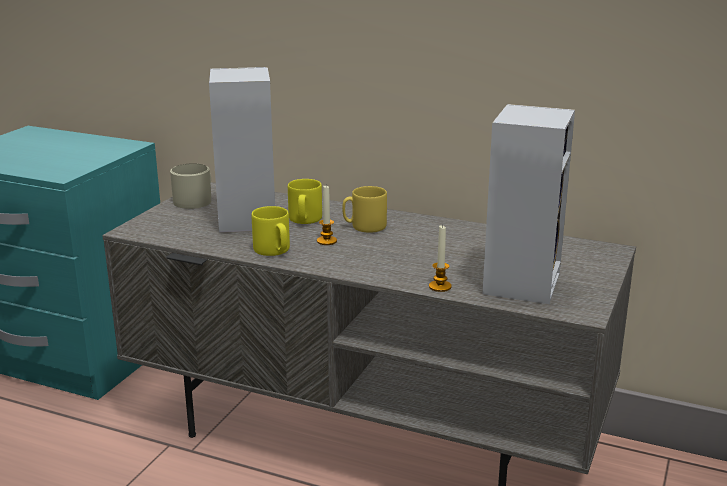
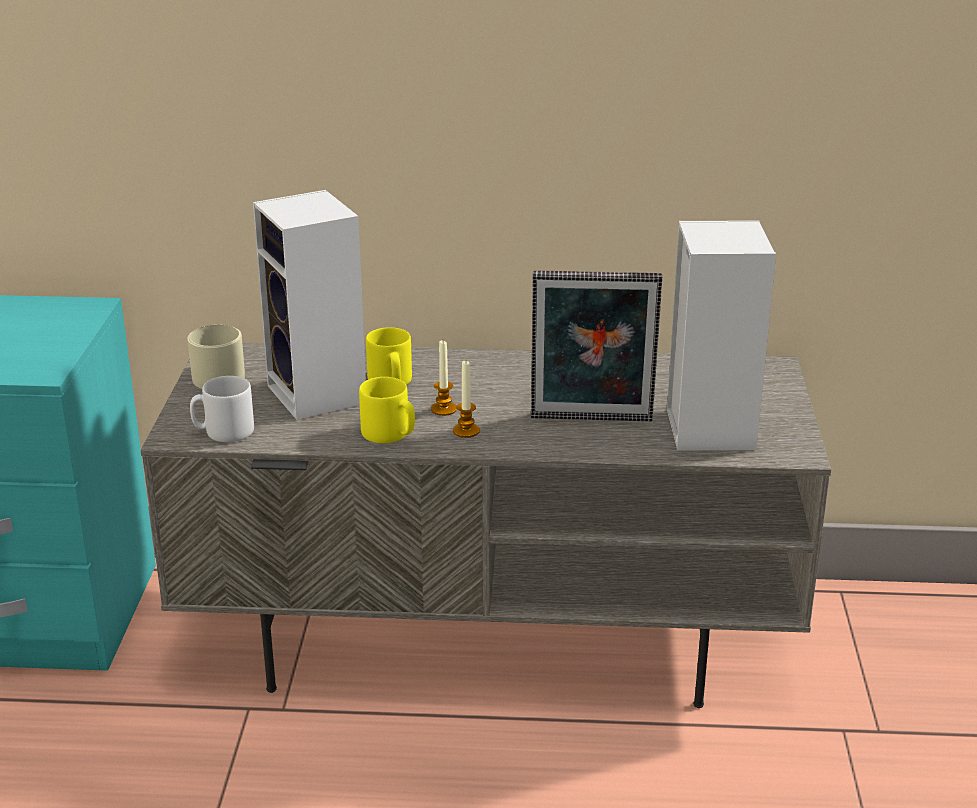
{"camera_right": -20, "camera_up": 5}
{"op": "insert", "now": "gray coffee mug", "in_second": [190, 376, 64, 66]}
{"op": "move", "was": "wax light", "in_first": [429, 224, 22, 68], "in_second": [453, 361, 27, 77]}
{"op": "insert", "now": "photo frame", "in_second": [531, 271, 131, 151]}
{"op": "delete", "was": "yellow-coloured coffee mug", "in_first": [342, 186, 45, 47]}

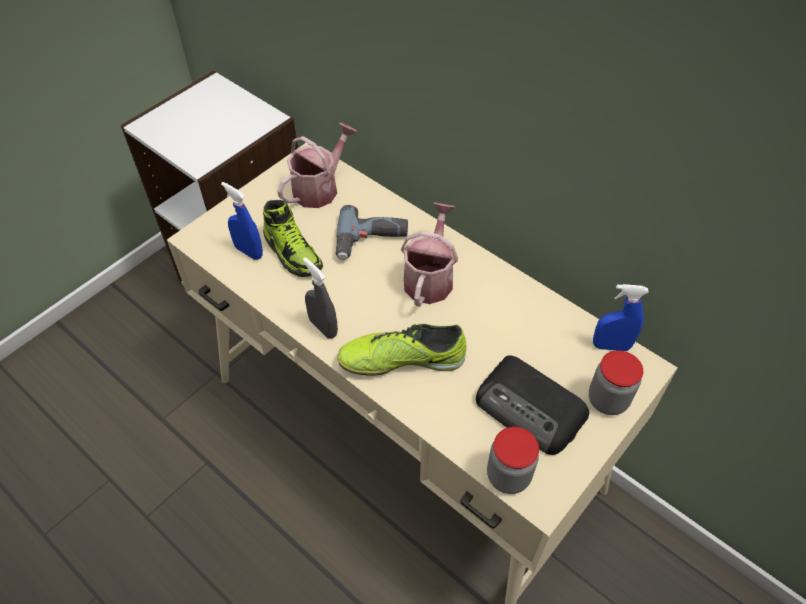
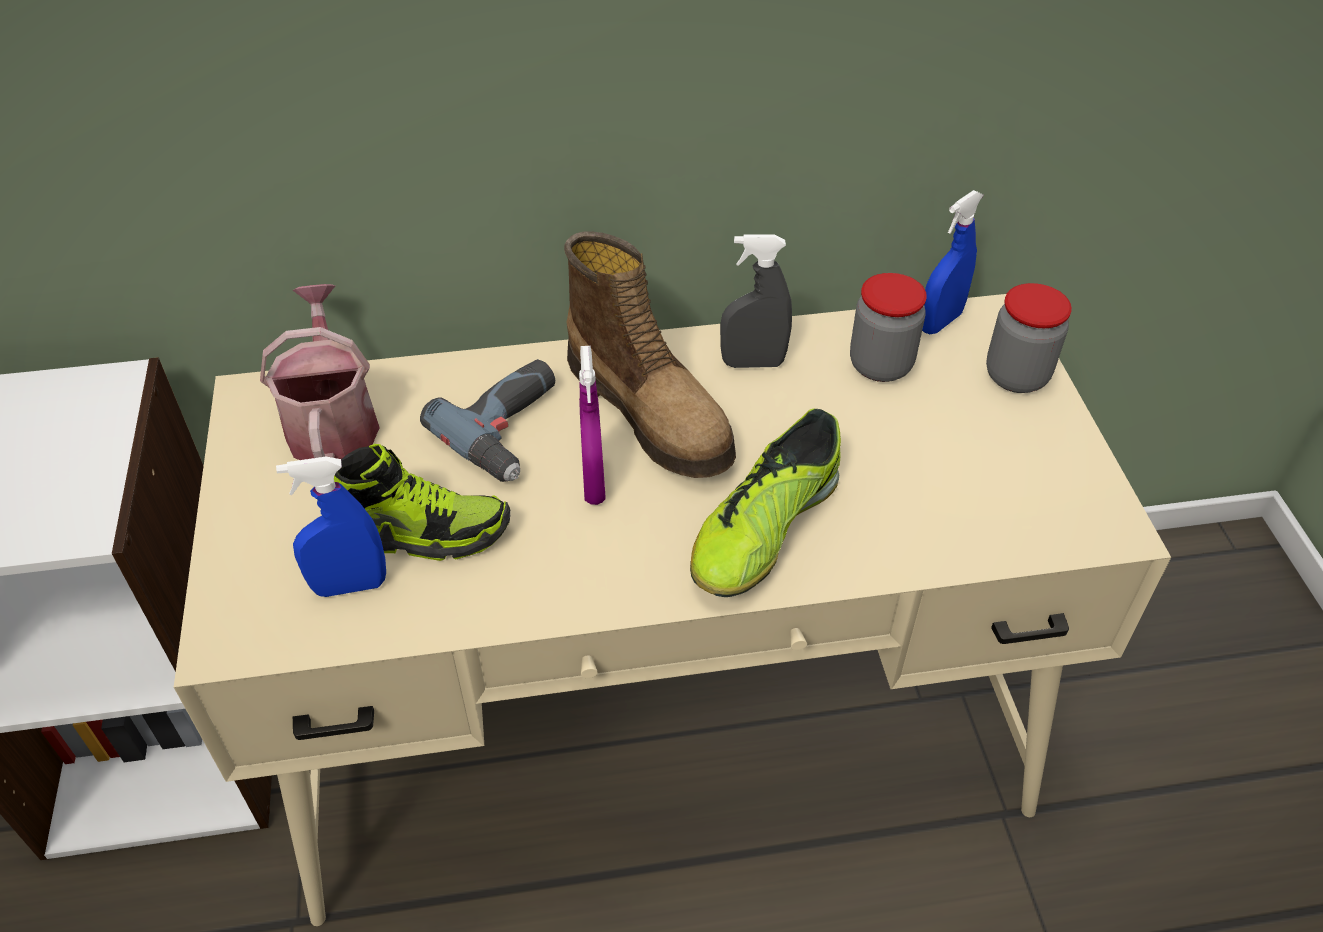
{"camera_right": -50, "camera_up": -5}
{"op": "replace", "was": "watering can", "now": "tall boot", "in_first": [401, 202, 57, 105], "in_second": [564, 232, 172, 246]}
{"op": "insert", "now": "purplish hand sprayer", "in_second": [579, 346, 27, 159]}
{"op": "move", "was": "gray hand sprayer", "in_first": [303, 257, 35, 82], "in_second": [720, 235, 72, 133]}
{"op": "move", "was": "jar", "in_first": [487, 427, 52, 67], "in_second": [850, 273, 77, 109]}
{"op": "delete", "was": "radio", "in_first": [476, 355, 113, 100]}

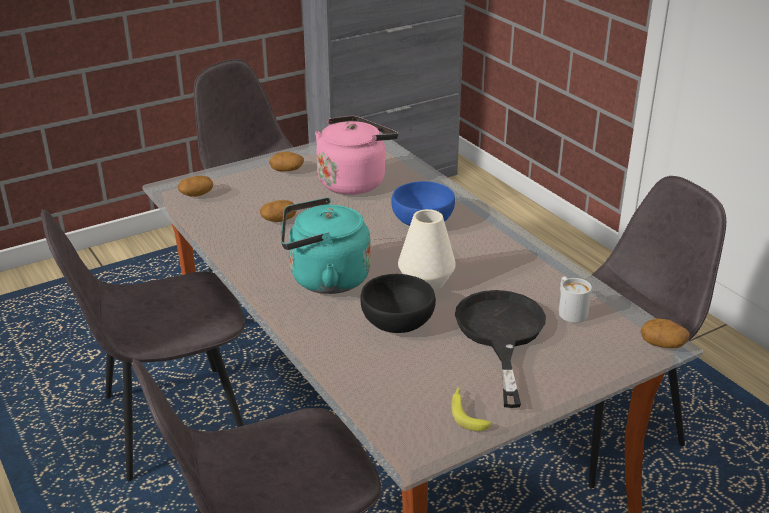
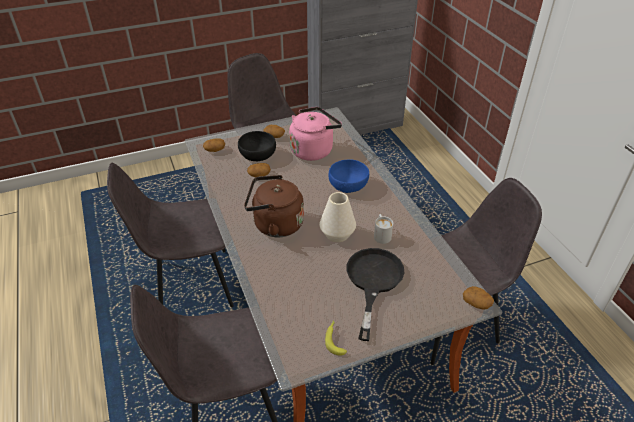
{"camera_right": 10, "camera_up": 10}
{"op": "move", "was": "black deep dish", "in_first": [360, 274, 76, 59], "in_second": [238, 131, 38, 30]}
{"op": "recolor", "was": "blue-green water kettle", "now": "brownish water kettle", "in_first": [281, 197, 90, 97], "in_second": [244, 175, 60, 62]}
{"op": "move", "was": "whitish coffee mug", "in_first": [559, 276, 33, 47], "in_second": [374, 214, 19, 30]}

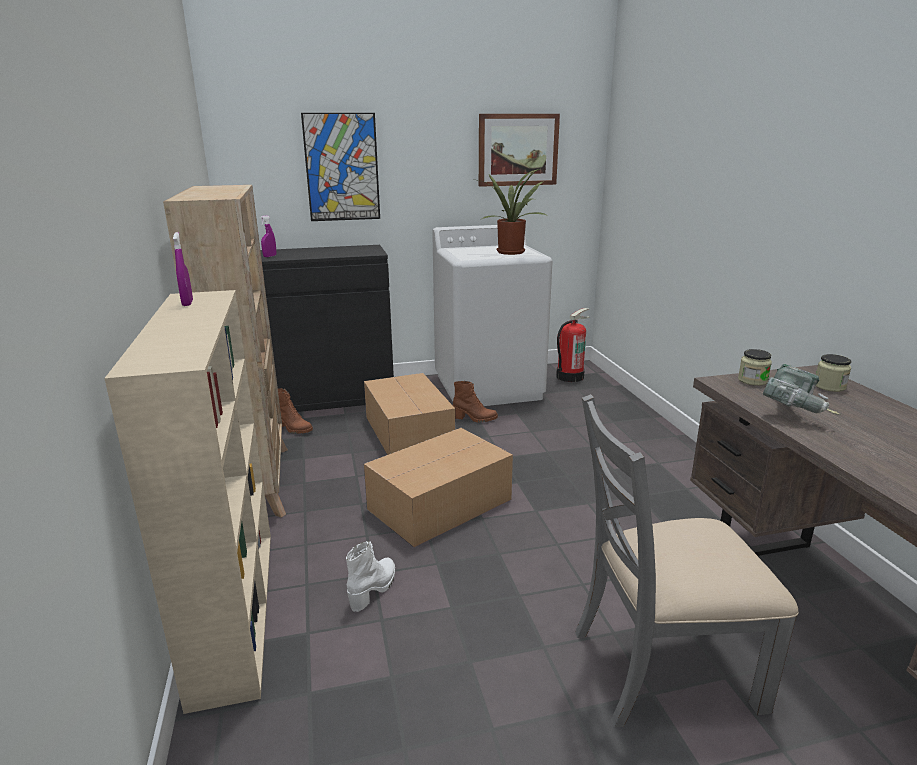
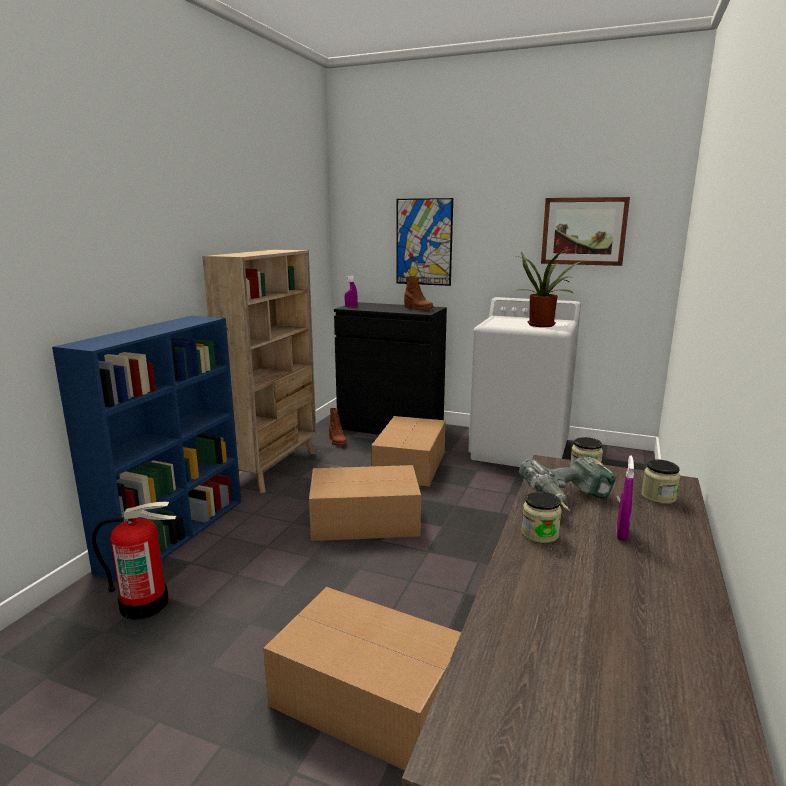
{"camera_right": 35, "camera_up": -5}
{"op": "recolor", "was": "beige-coloured bookcase", "now": "bluish bookcase", "in_first": [104, 290, 167, 424], "in_second": [52, 316, 189, 265]}
{"op": "move", "was": "fire extinguisher", "in_first": [556, 308, 34, 74], "in_second": [92, 502, 84, 118]}
{"op": "replace", "was": "gray chair", "now": "packing box", "in_first": [575, 394, 224, 334], "in_second": [264, 587, 197, 184]}
{"op": "move", "was": "brownish tall boot", "in_first": [453, 381, 45, 42], "in_second": [404, 276, 30, 34]}
{"op": "insert", "now": "jar", "in_second": [521, 492, 41, 51]}
{"op": "move", "was": "purplish hand sprayer", "in_first": [173, 232, 20, 74], "in_second": [617, 455, 17, 86]}
{"op": "delete", "was": "whitish tall boot", "in_first": [346, 541, 49, 71]}

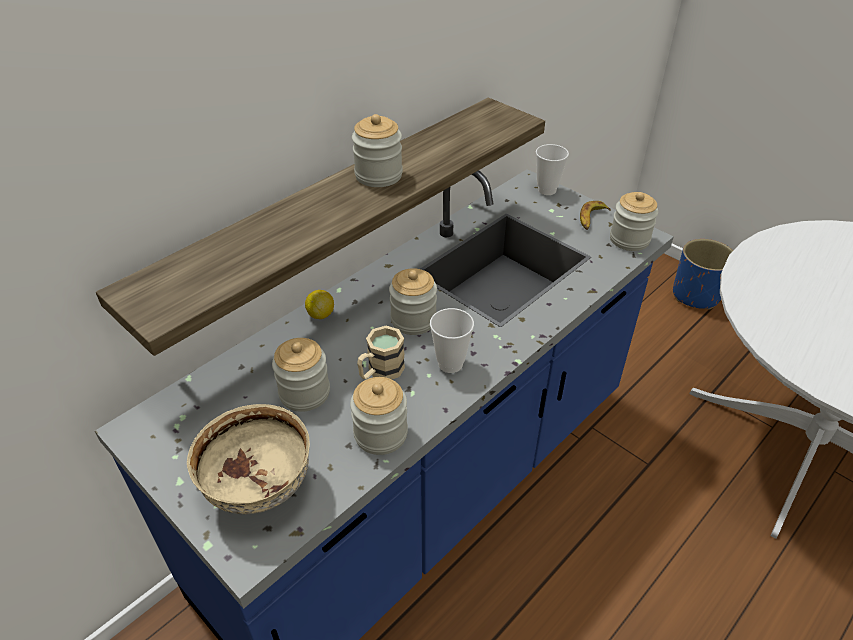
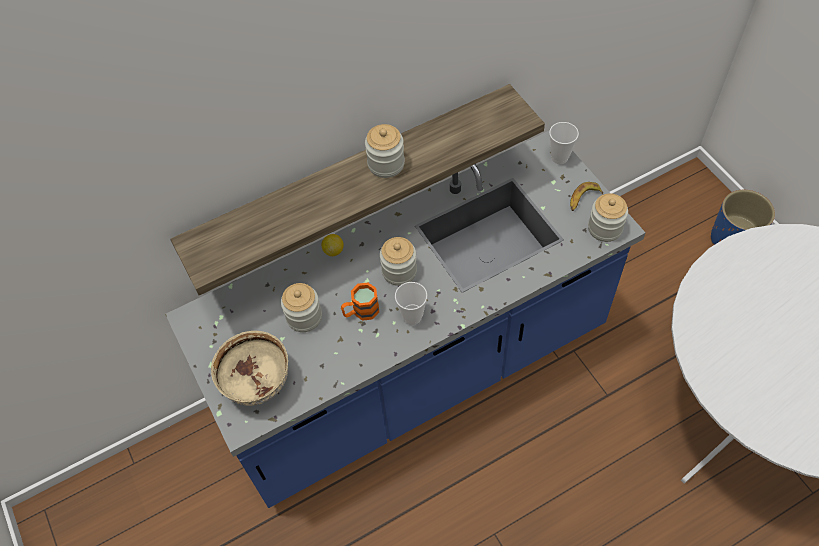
{"camera_right": 20, "camera_up": 15}
{"op": "recolor", "was": "beige-coloured coffee mug", "now": "orange coffee mug", "in_first": [357, 326, 48, 53], "in_second": [341, 283, 38, 38]}
{"op": "delete", "was": "jar", "in_first": [350, 377, 58, 78]}

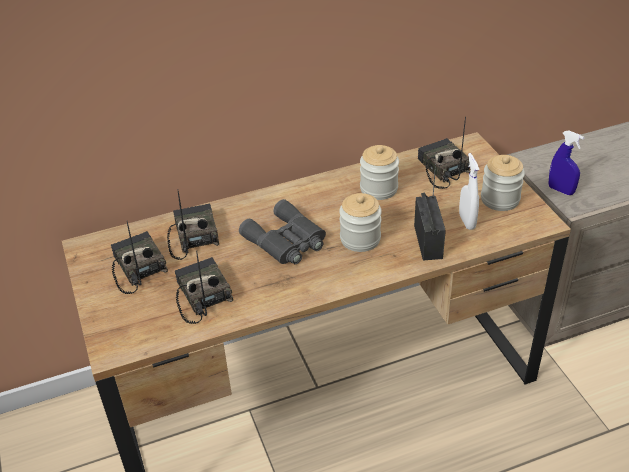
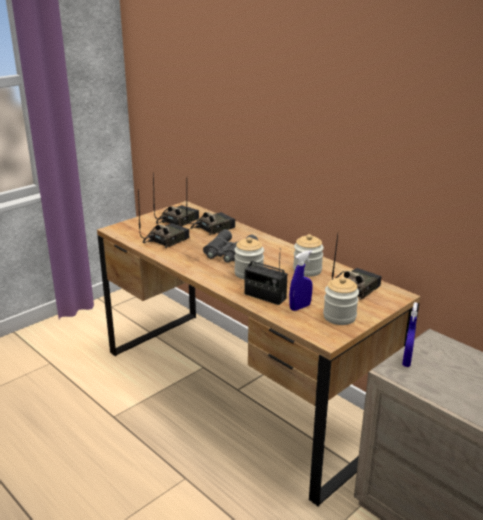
{"camera_right": 65, "camera_up": -15}
{"op": "rotate", "was": "radio", "in_first": [414, 163, 32, 97], "in_second": [244, 257, 43, 48], "clockwise": 60}
{"op": "recolor", "was": "whitish hand sprayer", "now": "bluish hand sprayer", "in_first": [459, 153, 21, 77], "in_second": [289, 250, 24, 61]}

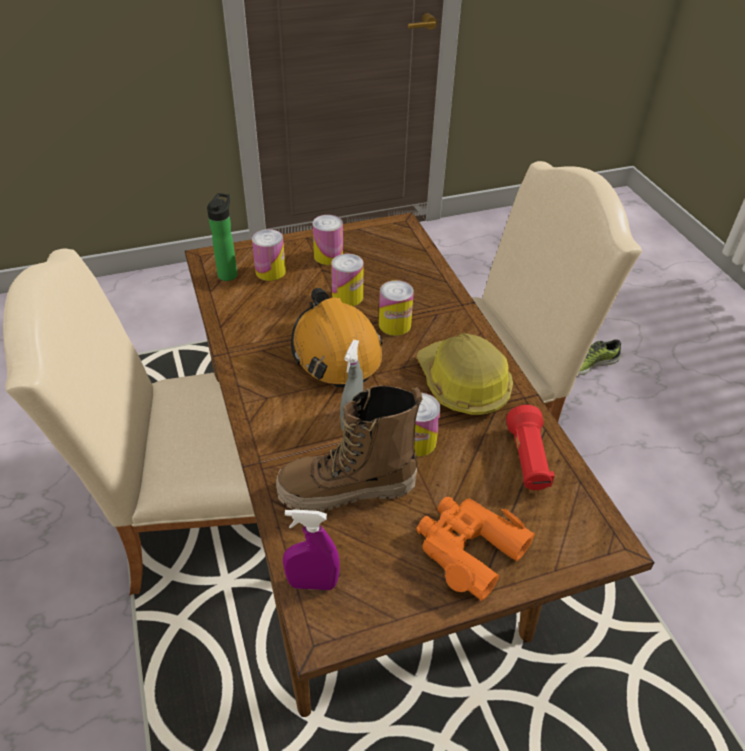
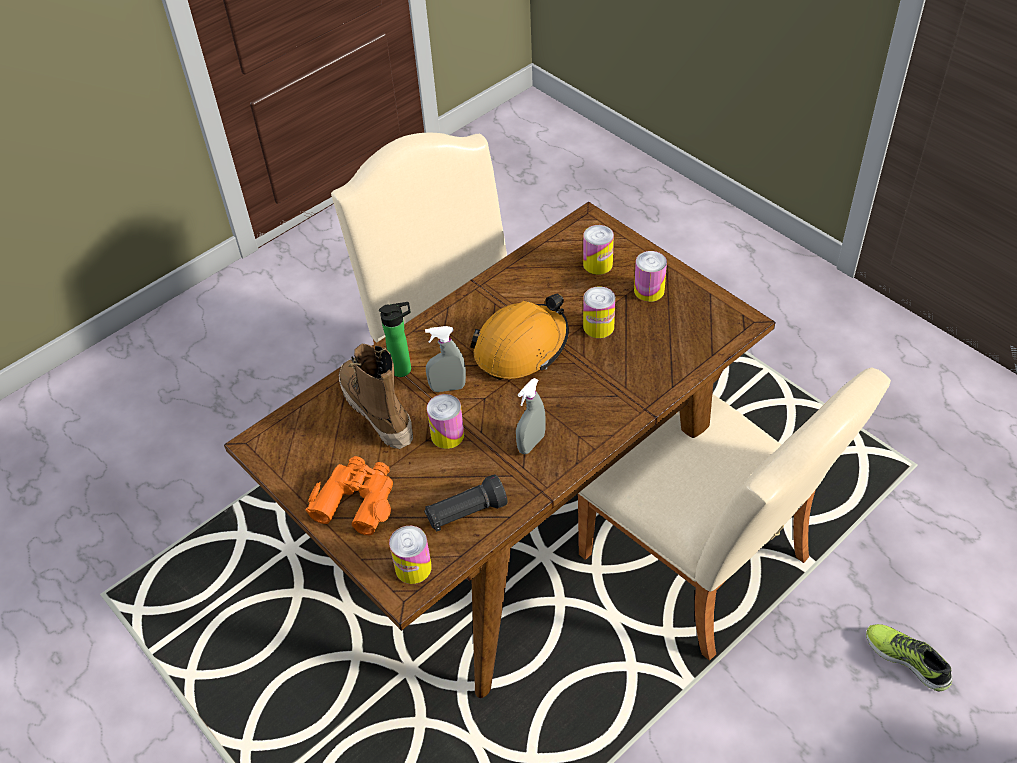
{"camera_right": 70, "camera_up": 5}
{"op": "move", "was": "drink bottle", "in_first": [207, 193, 30, 88], "in_second": [379, 302, 32, 75]}
{"op": "move", "was": "metal can", "in_first": [379, 280, 35, 56], "in_second": [389, 526, 43, 58]}
{"op": "recolor", "was": "red-coloured torch", "now": "black torch", "in_first": [506, 405, 48, 85], "in_second": [424, 474, 84, 58]}
{"op": "replace", "was": "safety helmet", "now": "gray hand sprayer", "in_first": [417, 333, 96, 82], "in_second": [516, 378, 29, 76]}
{"op": "delete", "was": "purplish hand sprayer", "in_first": [283, 509, 57, 81]}

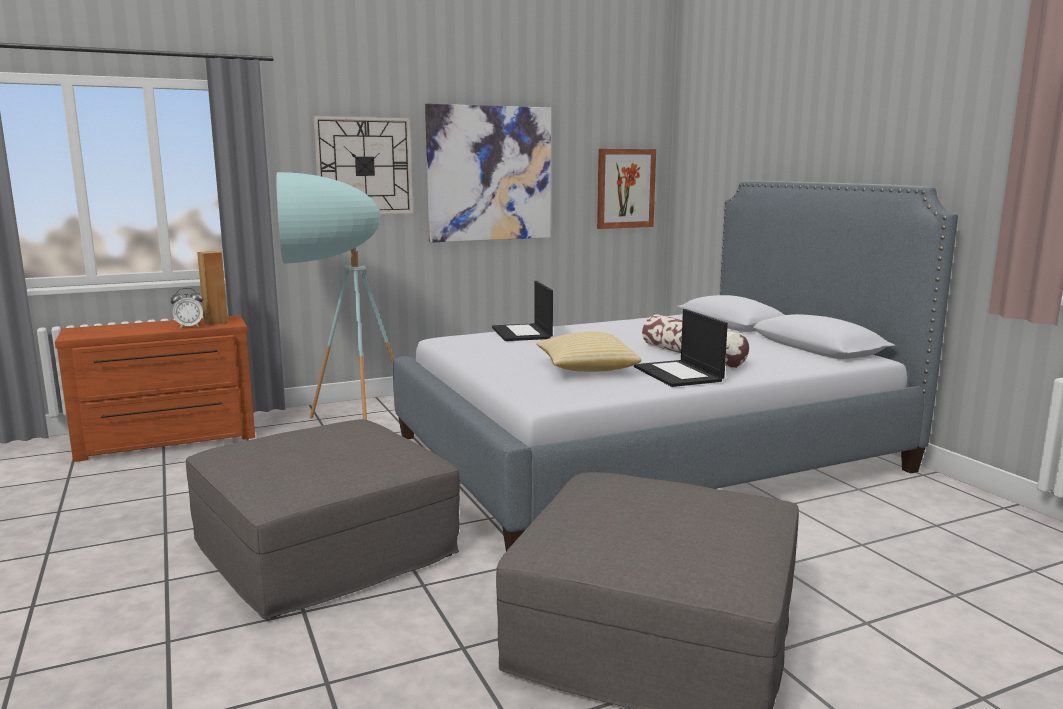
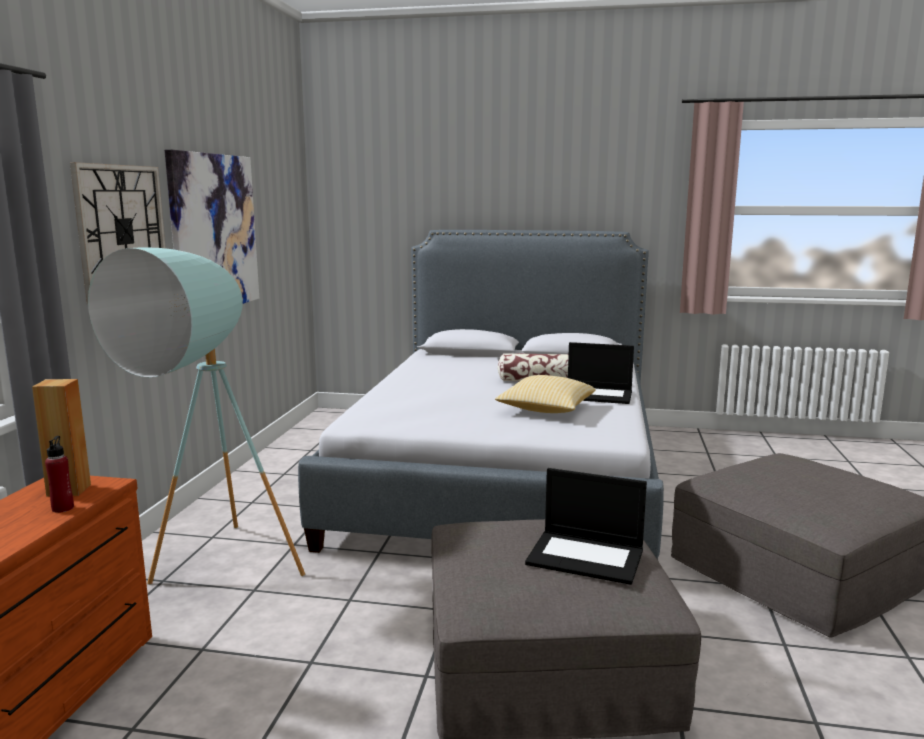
{"camera_right": -55, "camera_up": 0}
{"op": "replace", "was": "bedside clock", "now": "red-coloured drink bottle", "in_first": [171, 288, 32, 41], "in_second": [45, 436, 29, 77]}
{"op": "move", "was": "portable computer", "in_first": [492, 281, 61, 60], "in_second": [525, 468, 122, 117]}
{"op": "delete", "was": "wall art", "in_first": [597, 149, 59, 80]}

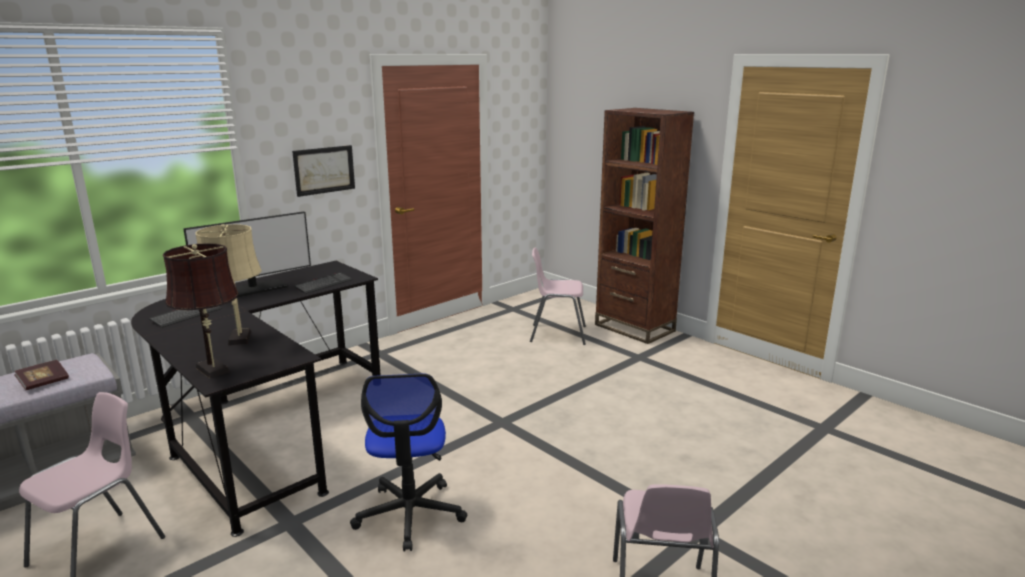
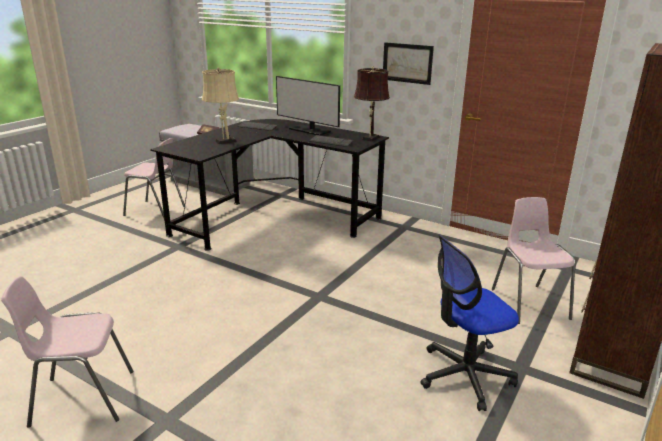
{"camera_right": 75, "camera_up": 5}
{"op": "move", "was": "brownish table lamp", "in_first": [163, 243, 76, 135], "in_second": [354, 67, 36, 74]}
{"op": "move", "was": "office chair", "in_first": [350, 374, 117, 177], "in_second": [420, 235, 99, 176]}

